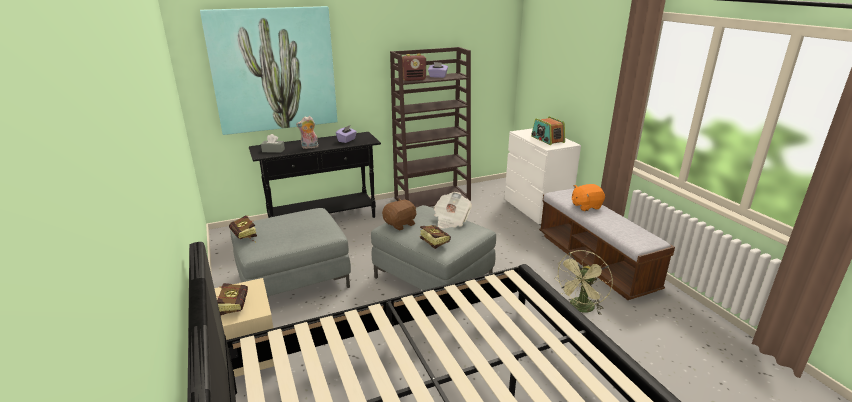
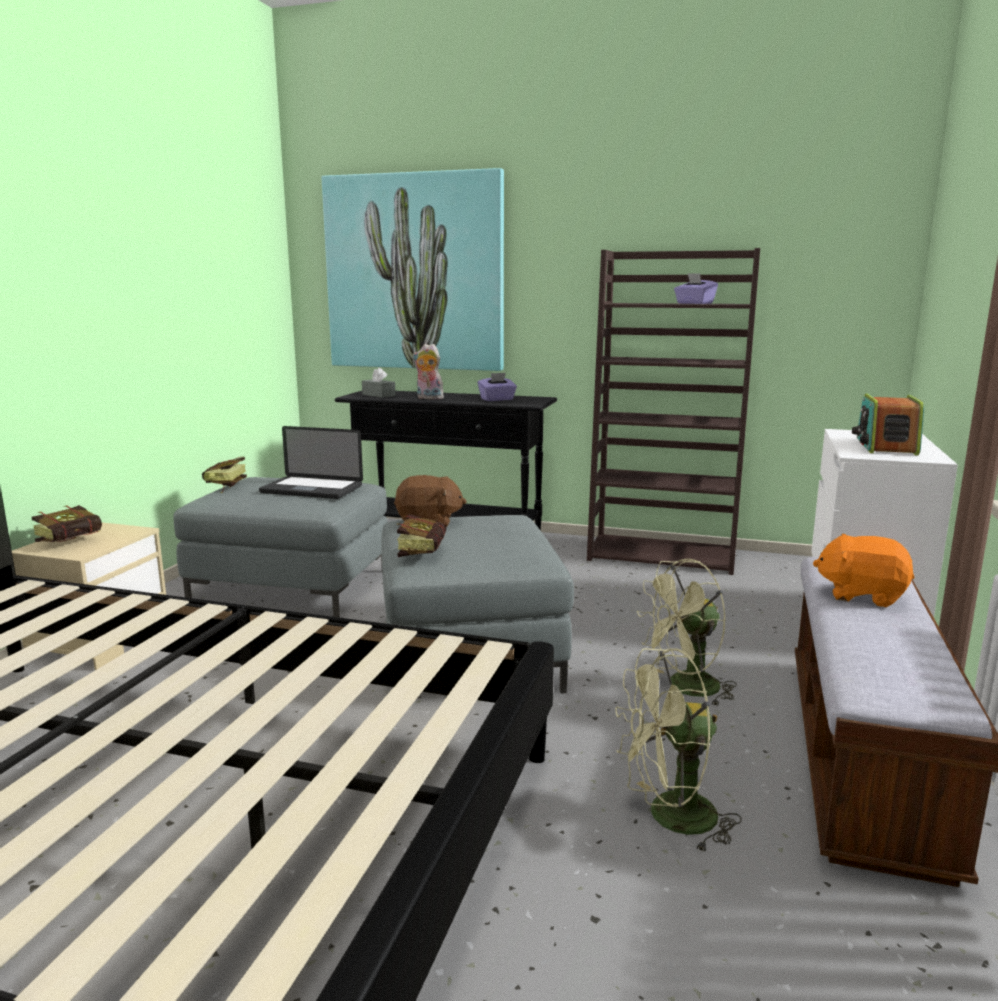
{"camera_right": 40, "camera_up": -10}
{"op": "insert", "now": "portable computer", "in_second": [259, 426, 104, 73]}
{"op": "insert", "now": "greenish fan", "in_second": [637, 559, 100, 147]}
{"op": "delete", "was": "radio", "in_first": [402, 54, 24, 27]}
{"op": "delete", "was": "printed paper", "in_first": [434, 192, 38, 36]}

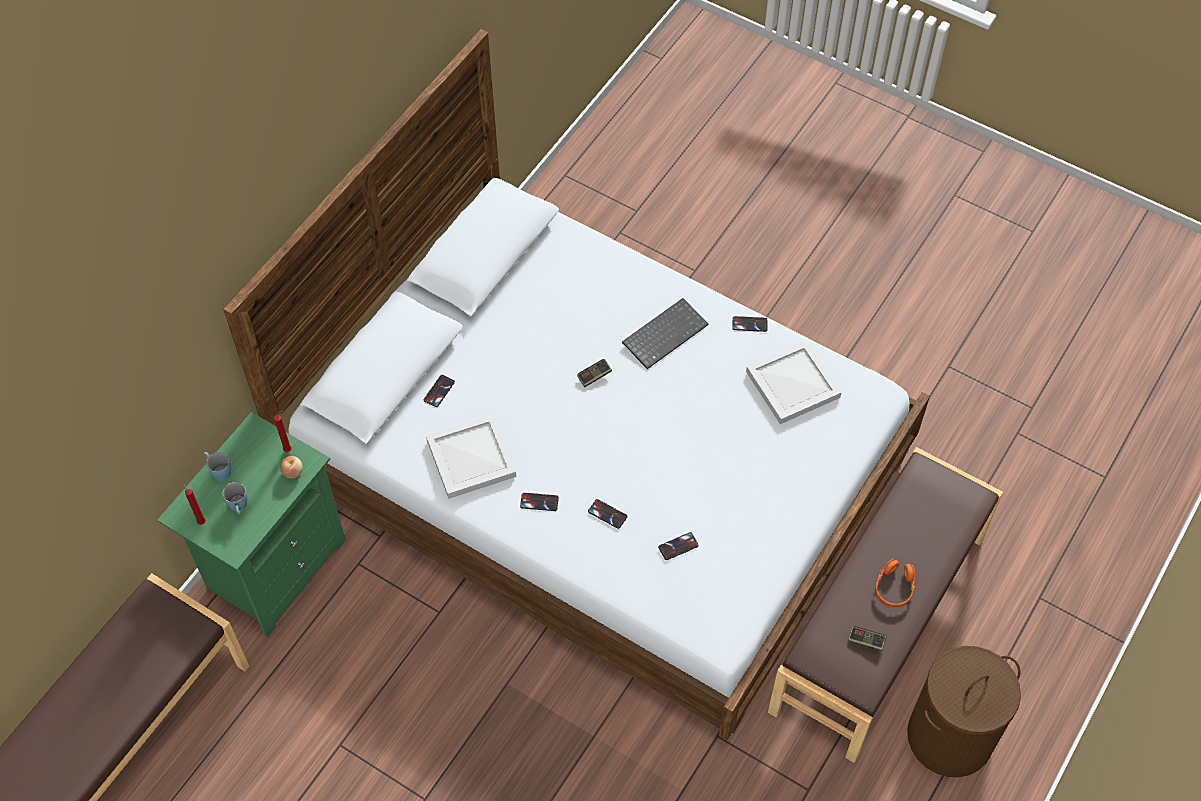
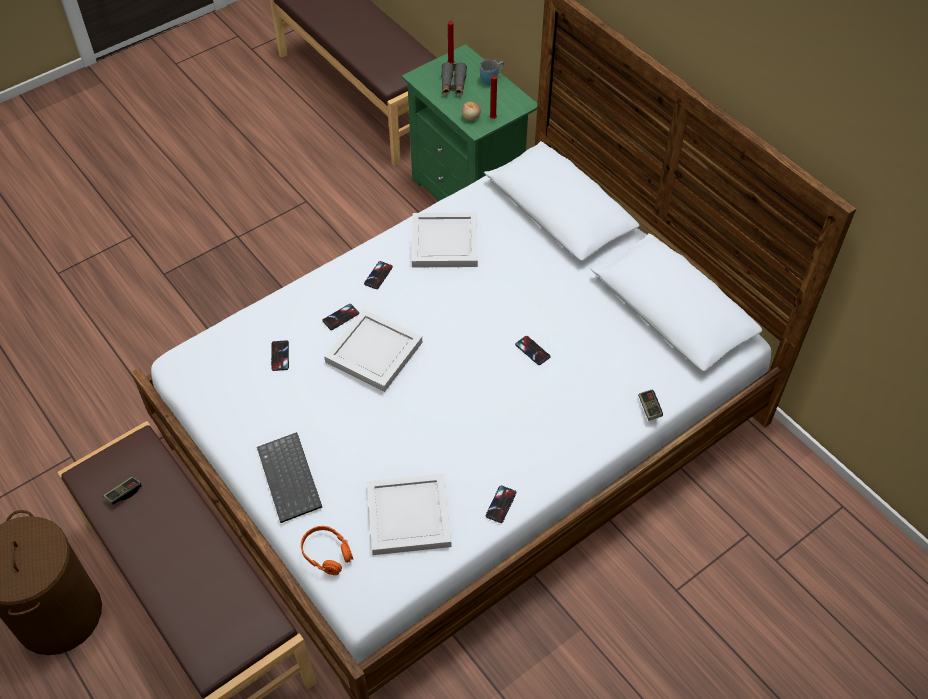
{"camera_right": 110, "camera_up": -5}
{"op": "move", "was": "computer keyboard", "in_first": [622, 298, 86, 71], "in_second": [257, 432, 65, 91]}
{"op": "move", "was": "orange headphones", "in_first": [875, 559, 41, 49], "in_second": [301, 526, 52, 49]}
{"op": "insert", "now": "whitish serving tray", "in_second": [324, 309, 98, 83]}
{"op": "replace", "was": "bluish coffee mug", "now": "gray binoculars", "in_first": [222, 482, 25, 33], "in_second": [441, 62, 26, 34]}
{"op": "move", "was": "telephone", "in_first": [424, 375, 31, 32], "in_second": [515, 336, 36, 29]}
{"op": "move", "was": "joypad", "in_first": [577, 359, 35, 28], "in_second": [638, 389, 25, 32]}

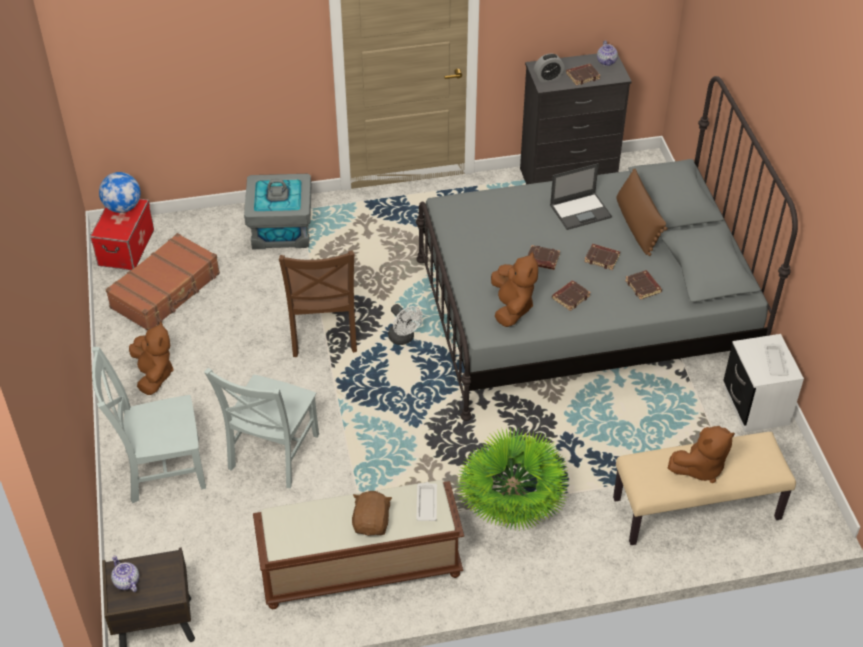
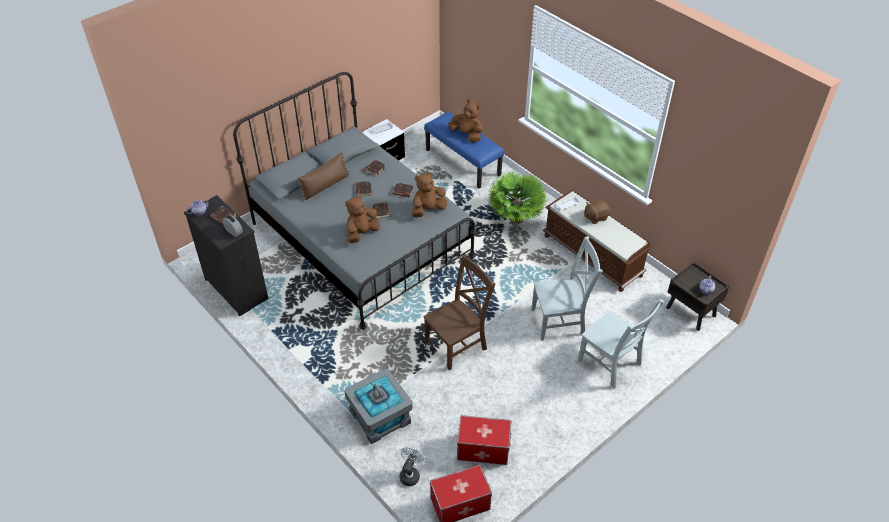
{"camera_right": -120, "camera_up": 0}
{"op": "move", "was": "brownish plush toy", "in_first": [129, 321, 45, 74], "in_second": [345, 195, 35, 48]}
{"op": "move", "was": "whitish fan", "in_first": [388, 304, 35, 41], "in_second": [400, 446, 26, 40]}
{"op": "recolor", "was": "beige-coloured indoor bench", "now": "bluish indoor bench", "in_first": [613, 432, 183, 113], "in_second": [424, 112, 80, 77]}
{"op": "replace", "was": "brownish piece of luggage", "now": "storage bin", "in_first": [105, 233, 115, 97], "in_second": [457, 415, 54, 50]}
{"op": "delete", "was": "world globe", "in_first": [99, 172, 42, 41]}
{"op": "delete", "was": "portable computer", "in_first": [550, 163, 62, 67]}

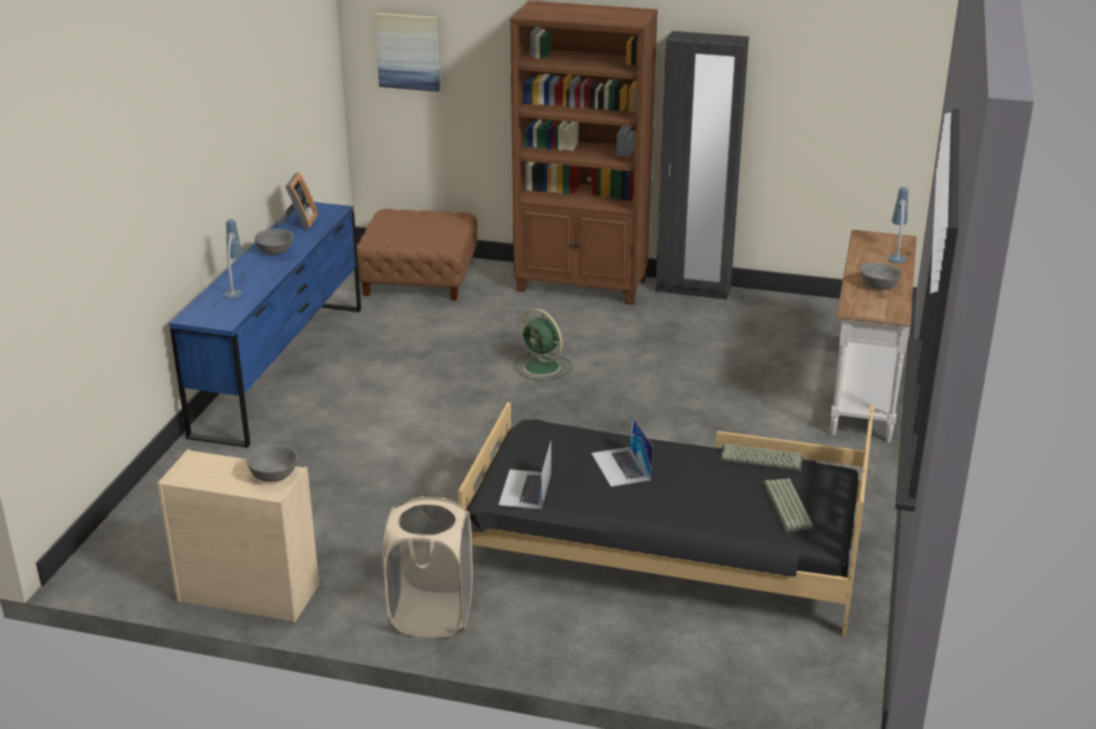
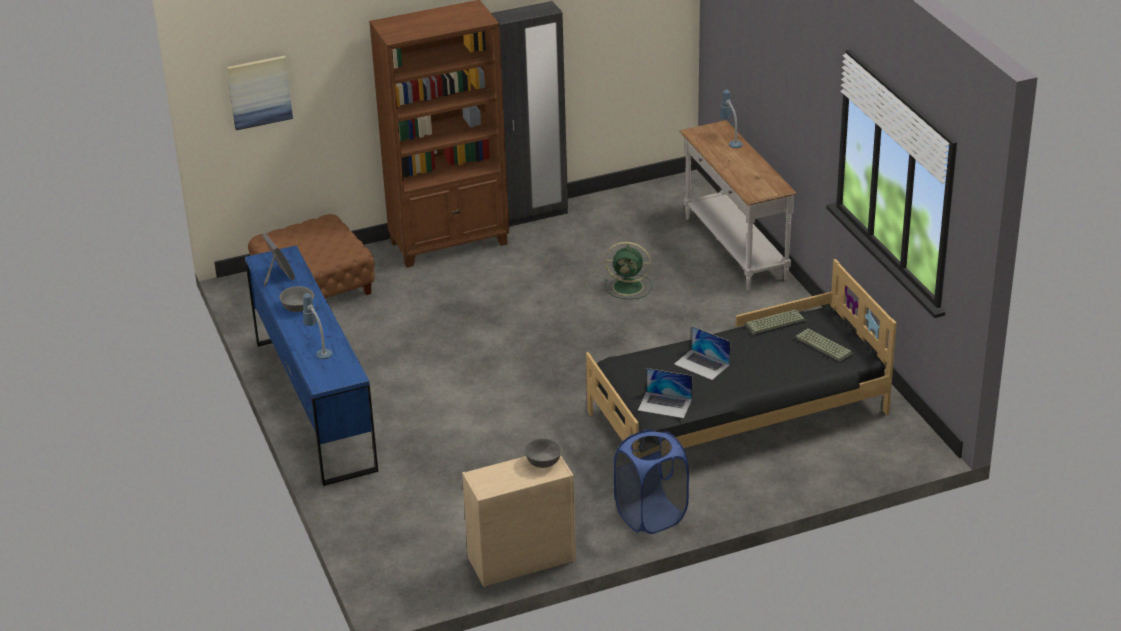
{"camera_right": -35, "camera_up": 5}
{"op": "move", "was": "greenish fan", "in_first": [514, 308, 58, 73], "in_second": [605, 242, 47, 57]}
{"op": "recolor", "was": "beige-coloured washing basket", "now": "bluish washing basket", "in_first": [383, 496, 90, 142], "in_second": [614, 430, 75, 104]}
{"op": "rotate", "was": "portable computer", "in_first": [498, 441, 53, 68], "in_second": [638, 368, 54, 50], "clockwise": -45}
{"op": "delete", "was": "gray deep dish", "in_first": [860, 263, 42, 27]}

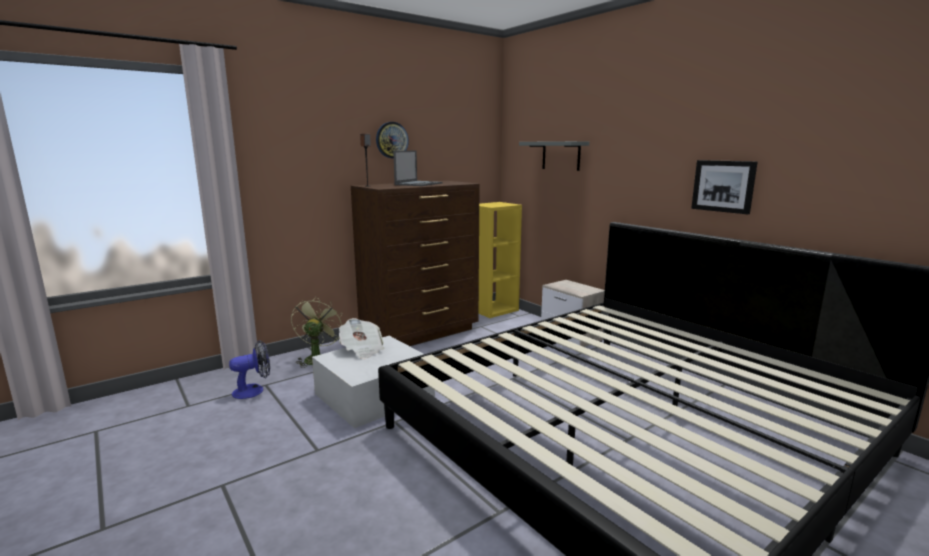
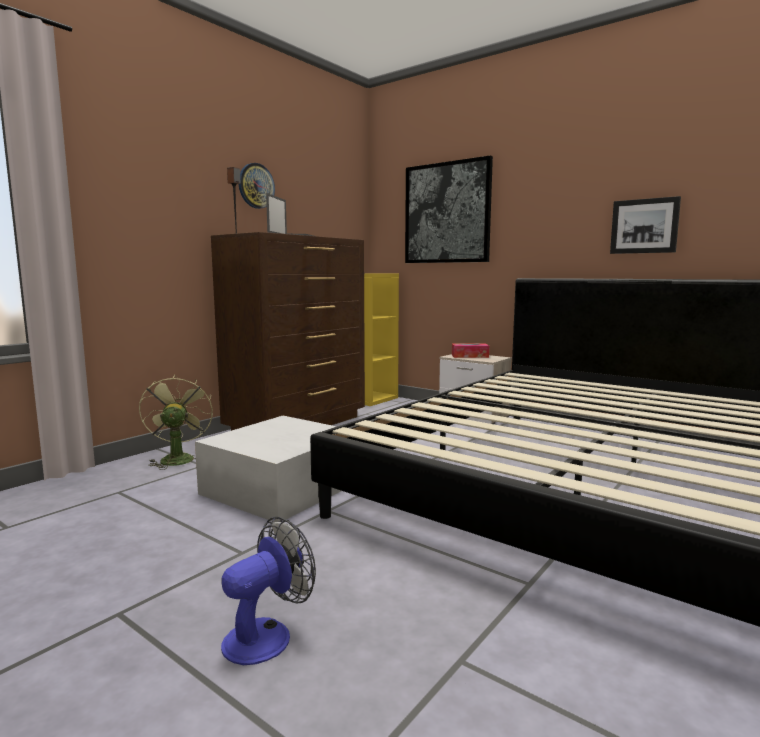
{"camera_right": -15, "camera_up": -5}
{"op": "move", "was": "fan", "in_first": [229, 340, 41, 59], "in_second": [221, 517, 95, 148]}
{"op": "replace", "was": "gray wall shelf", "now": "wall art", "in_first": [519, 141, 70, 30], "in_second": [405, 155, 88, 108]}
{"op": "insert", "now": "box of tissues", "in_second": [452, 344, 37, 14]}
{"op": "delete", "was": "printed paper", "in_first": [339, 318, 46, 41]}

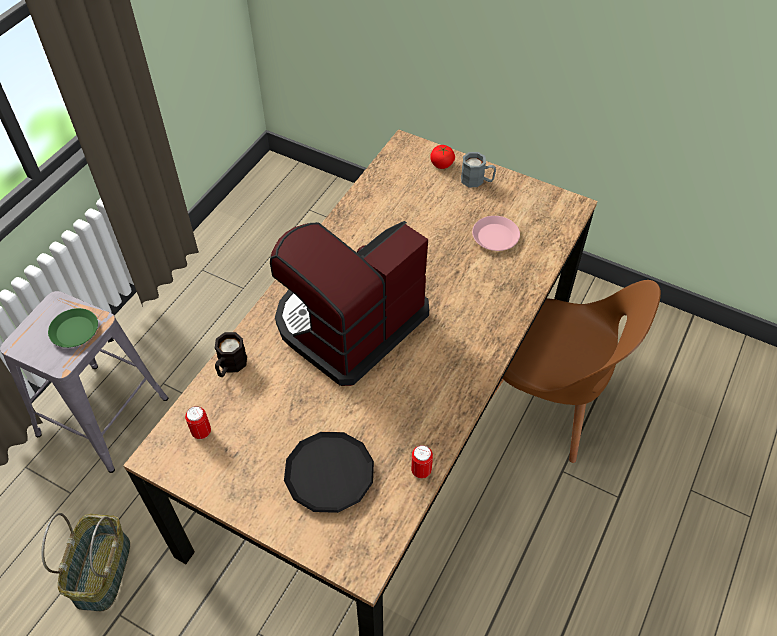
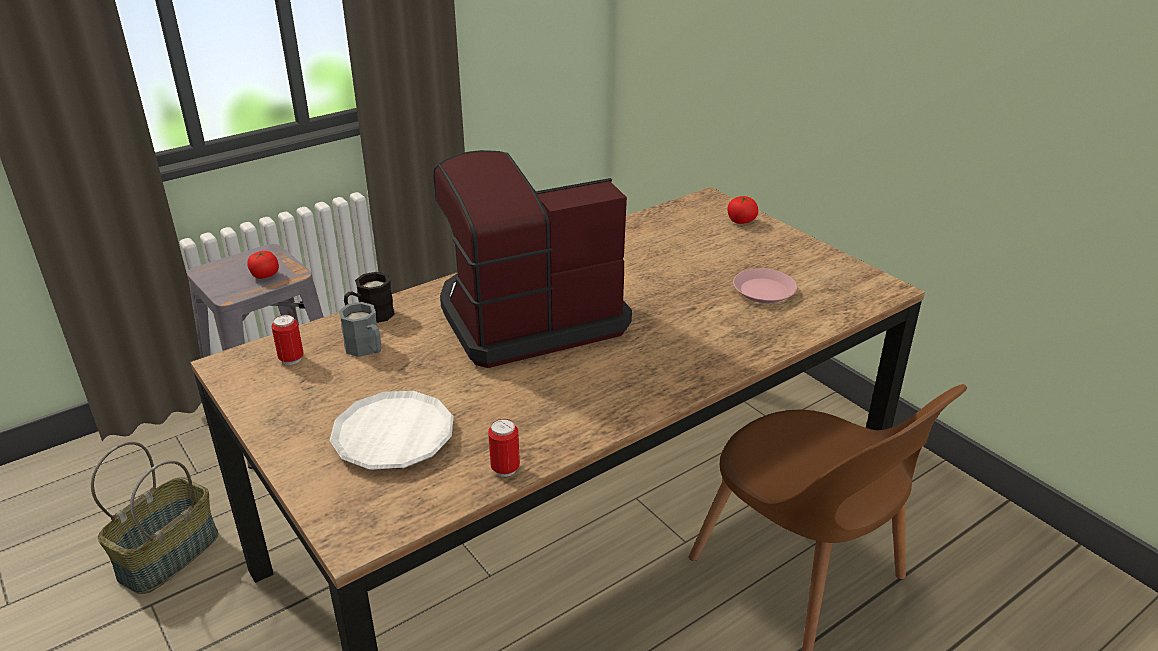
{"camera_right": 25, "camera_up": -20}
{"op": "replace", "was": "greenish dinner plate", "now": "whole tomato", "in_first": [48, 308, 50, 40], "in_second": [247, 251, 32, 28]}
{"op": "recolor", "was": "black dinner plate", "now": "whitish dinner plate", "in_first": [284, 432, 90, 81], "in_second": [330, 391, 124, 79]}
{"op": "move", "was": "gray coffee mug", "in_first": [461, 152, 35, 35], "in_second": [339, 302, 42, 55]}

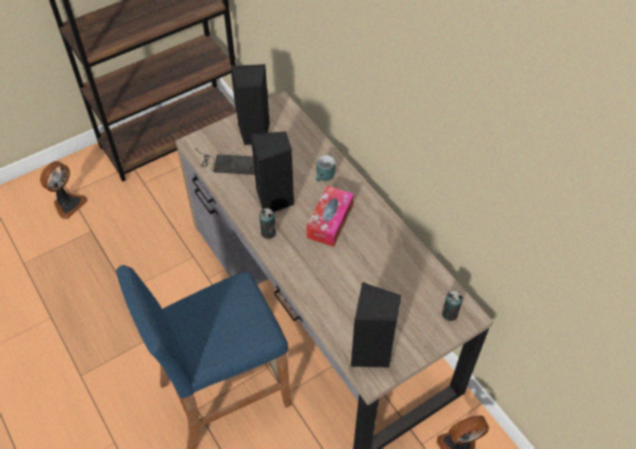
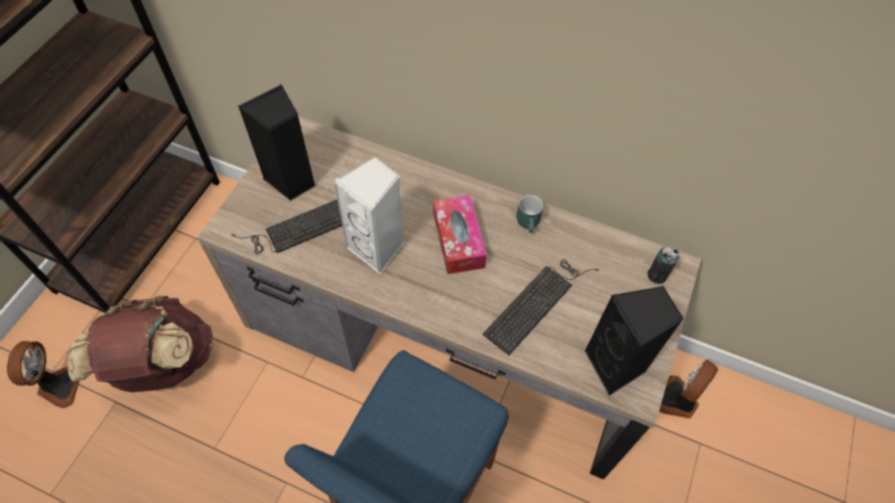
{"camera_right": -35, "camera_up": 5}
{"op": "insert", "now": "brownish rucksack", "in_second": [67, 296, 146, 96]}
{"op": "recolor", "was": "black audio speaker", "now": "whitish audio speaker", "in_first": [251, 131, 43, 81], "in_second": [333, 157, 71, 117]}
{"op": "insert", "now": "computer keyboard", "in_second": [483, 259, 116, 96]}
{"op": "move", "was": "blue-green coffee mug", "in_first": [316, 155, 19, 27], "in_second": [517, 195, 27, 38]}
{"op": "delete", "was": "metal can", "in_first": [259, 208, 17, 31]}

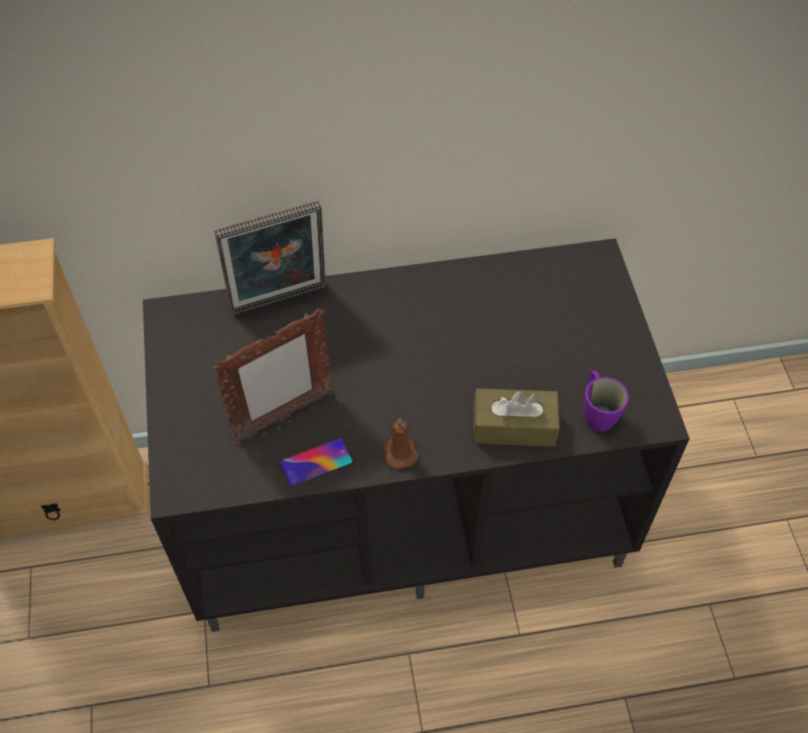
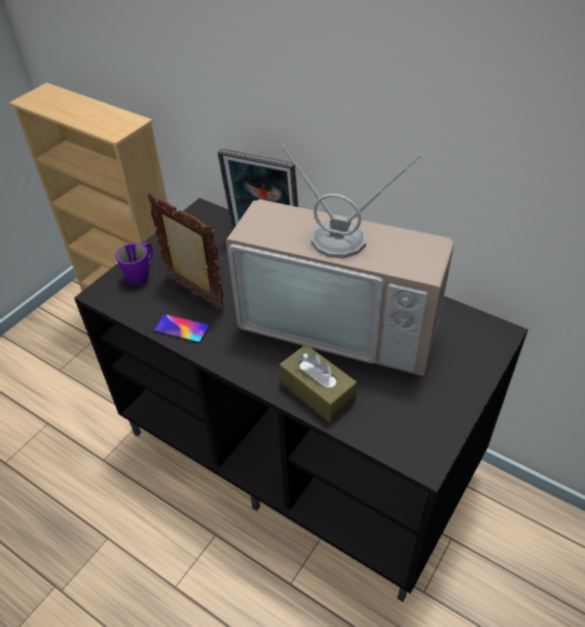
{"camera_right": 45, "camera_up": -10}
{"op": "move", "was": "purplish coffee mug", "in_first": [584, 371, 45, 60], "in_second": [115, 242, 38, 43]}
{"op": "rotate", "was": "photo frame", "in_first": [212, 308, 120, 133], "in_second": [147, 192, 78, 118], "clockwise": -150}
{"op": "insert", "now": "television", "in_second": [226, 129, 228, 247]}
{"op": "delete", "was": "brownish wax light", "in_first": [383, 419, 36, 50]}

